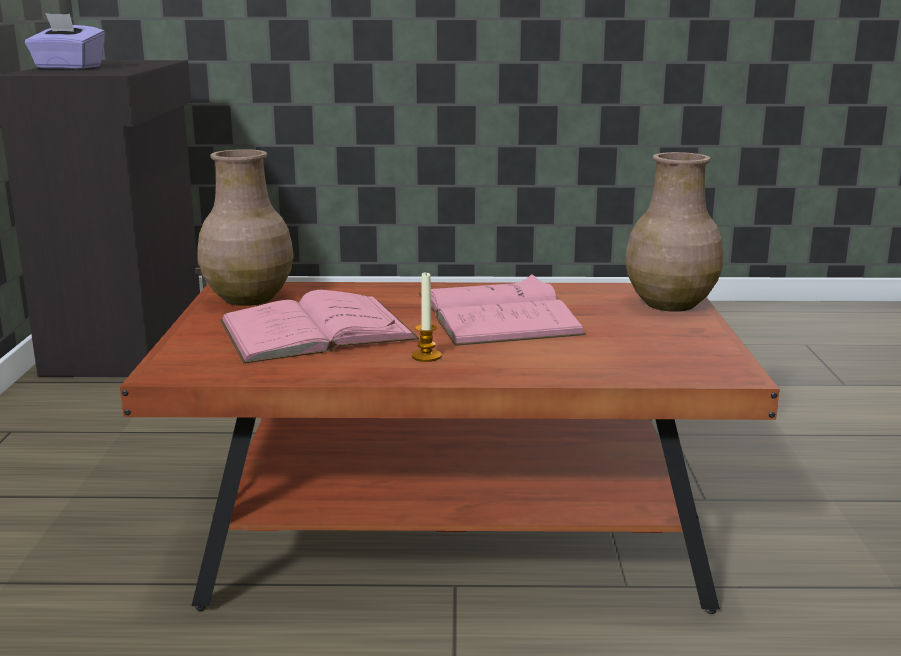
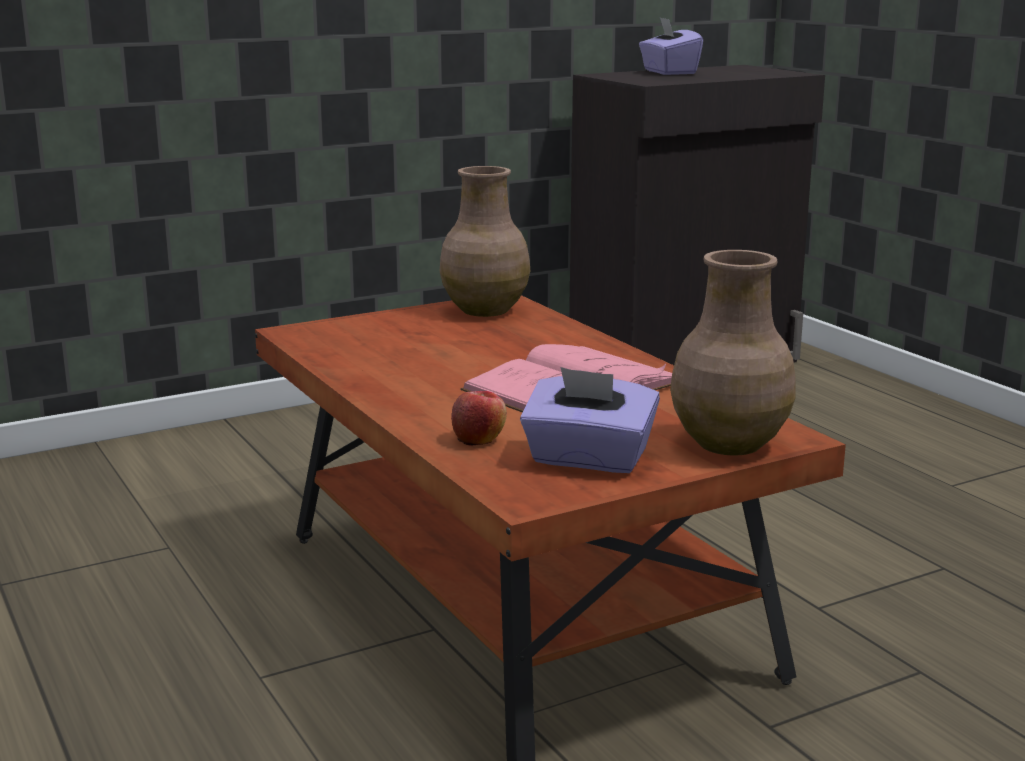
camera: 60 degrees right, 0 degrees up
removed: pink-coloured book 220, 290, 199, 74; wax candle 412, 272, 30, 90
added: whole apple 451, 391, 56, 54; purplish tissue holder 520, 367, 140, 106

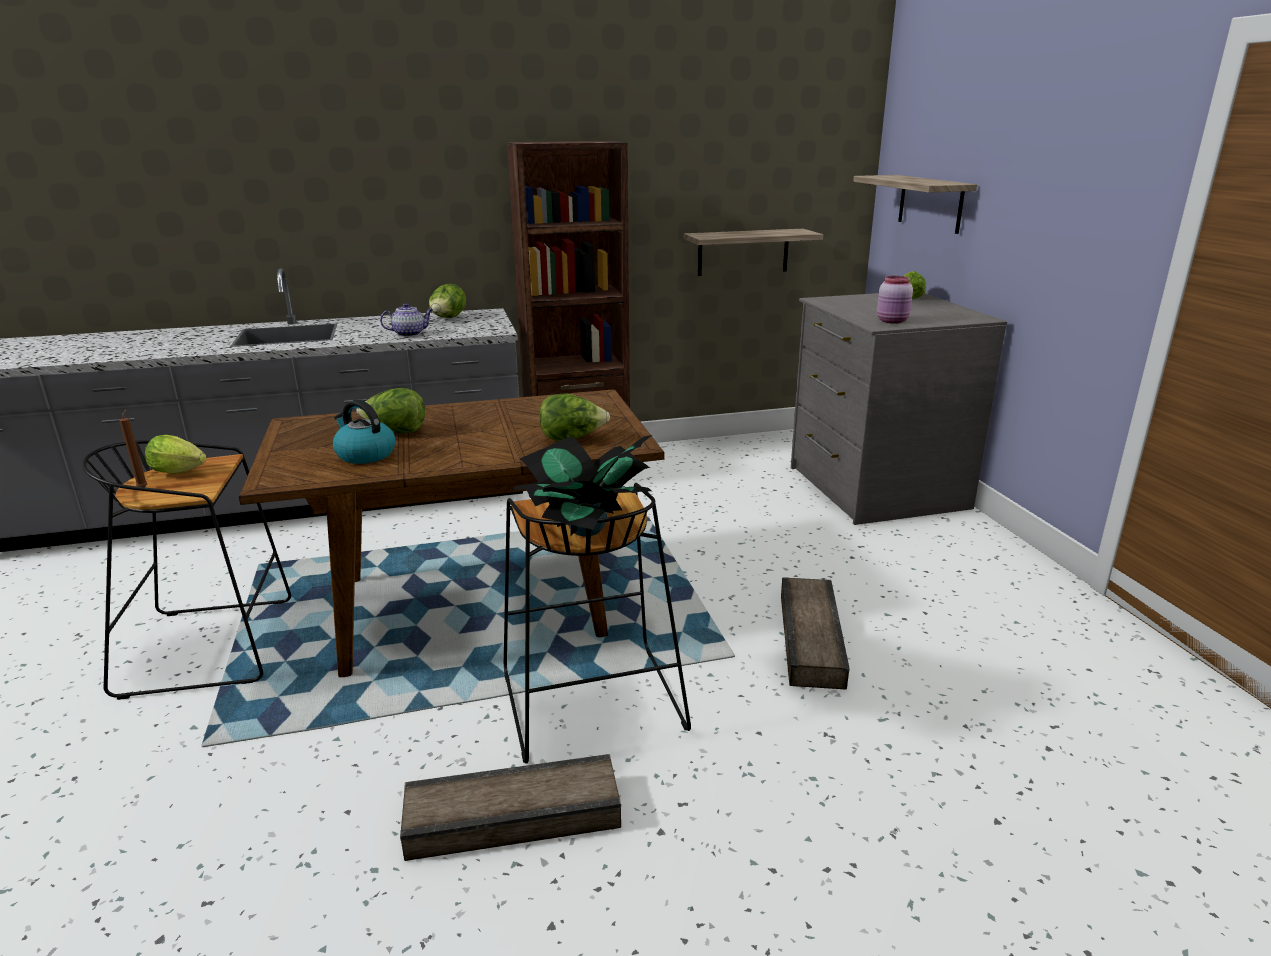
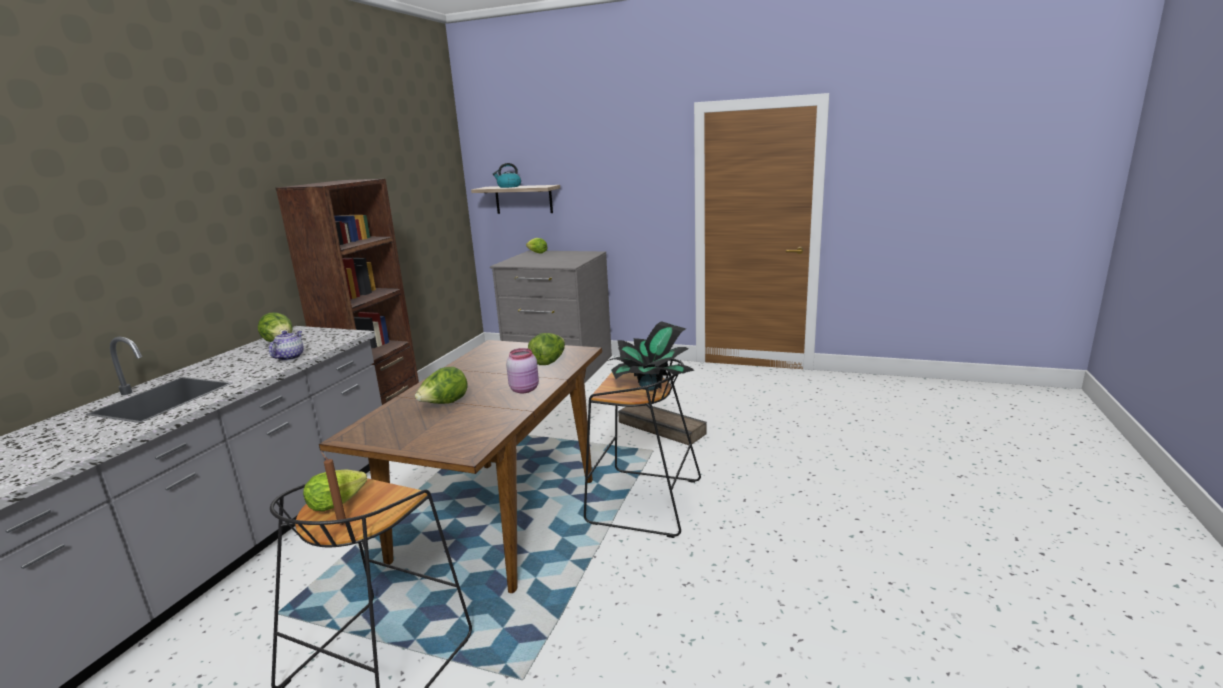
camera: 55 degrees left, 5 degrees down
removed: shipping crate 400, 754, 221, 107; shelf 684, 229, 139, 47
moved: water kettle 333, 400, 62, 64 to 493, 163, 28, 25; pink-coloured jar 877, 276, 36, 48 to 506, 348, 33, 45

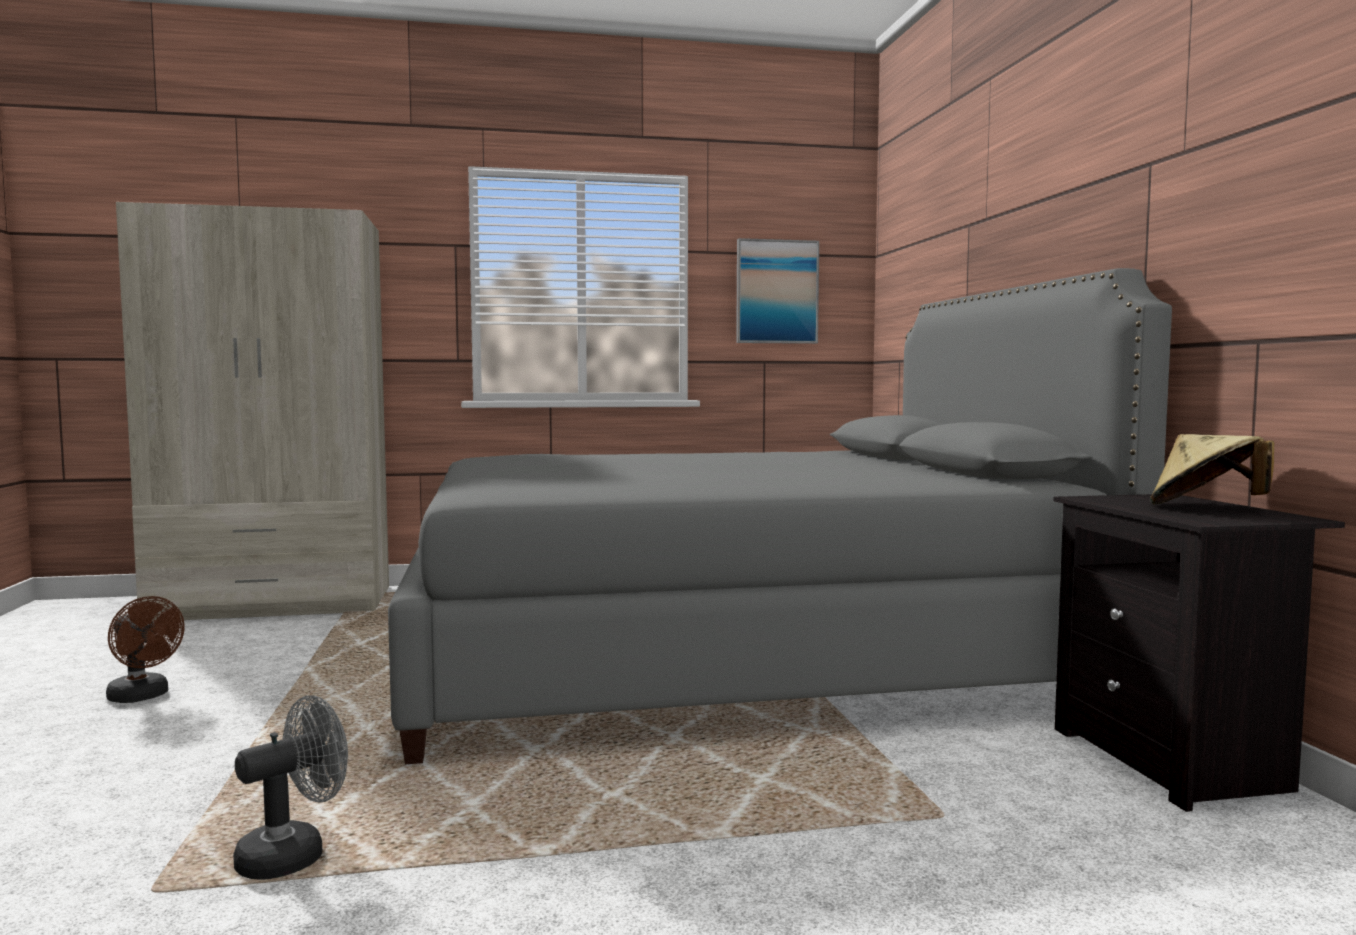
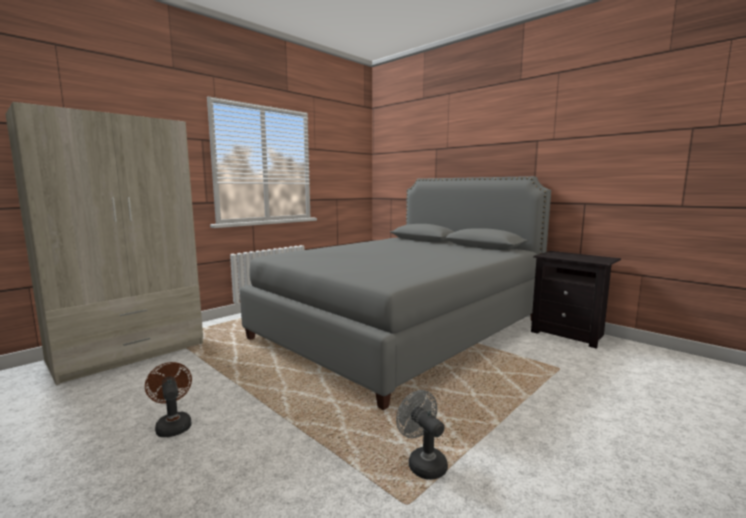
camera: 35 degrees left, 5 degrees up
removed: wall art 736, 238, 83, 106; sand-coloured wearable hat 1150, 434, 124, 71
turned: brown-coloured fan 106, 596, 79, 107 = 145, 362, 47, 75 120 degrees counterclockwise; grey fan 233, 695, 115, 184 = 396, 390, 52, 90 45 degrees counterclockwise

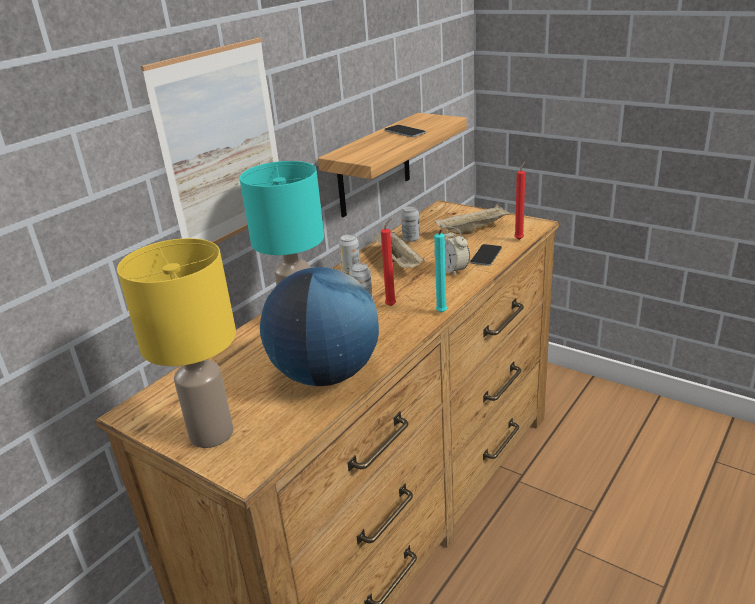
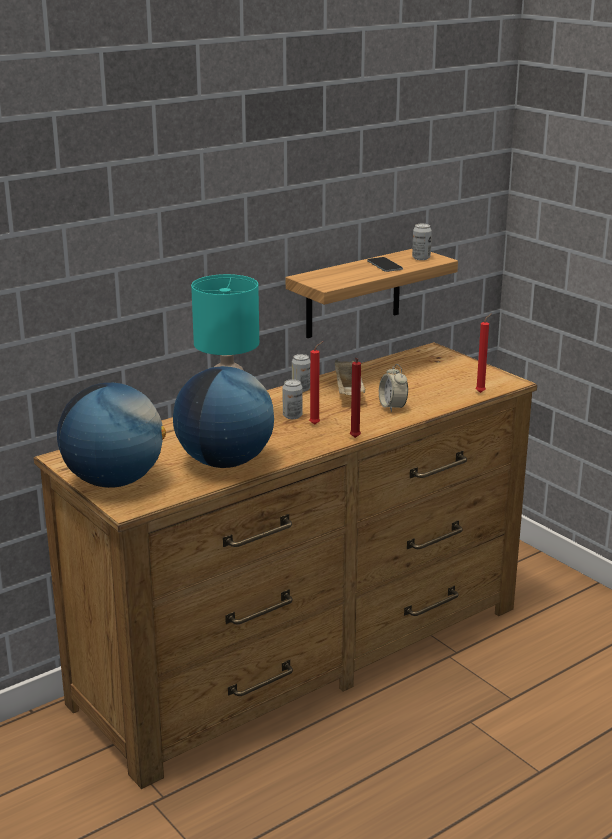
camera: 15 degrees right, 5 degrees down
removed: wall art 141, 37, 138, 207; sand-coloured serving tray 435, 204, 78, 30; phone 470, 244, 32, 22
moved: sealed can 401, 206, 19, 36 to 412, 224, 20, 36
replaced: yellow lamp for a table 117, 238, 119, 210 to world globe 57, 383, 109, 105
recoloured: turquoise-coloured wax candle 434, 230, 13, 83 to red-coloured wax candle 350, 358, 11, 80

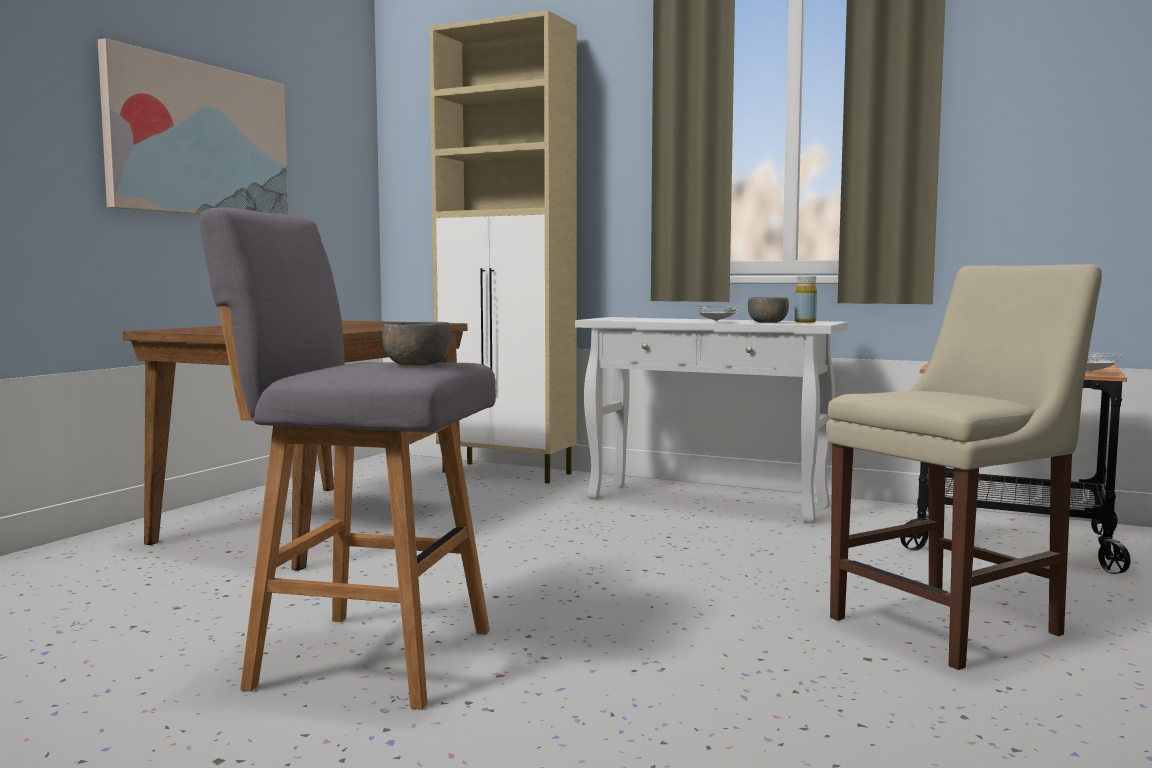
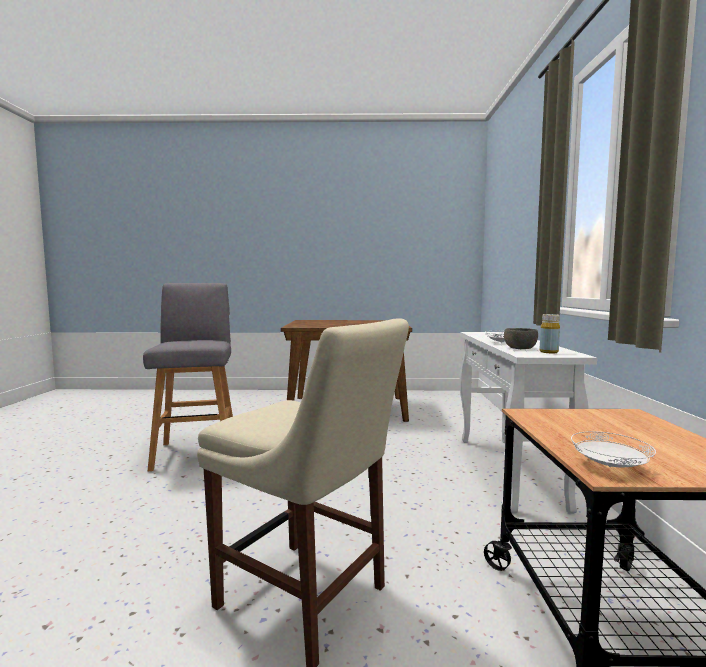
camera: 65 degrees right, 0 degrees up
removed: wall art 98, 38, 190, 177; grey serving bowl 382, 322, 69, 44; sand-coloured storage cabinet 429, 10, 148, 474

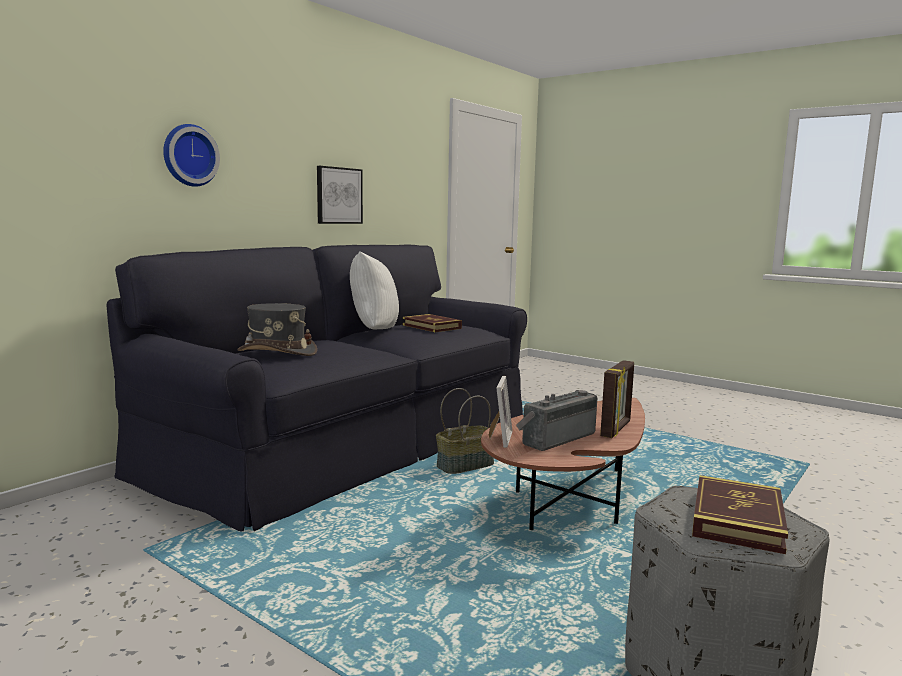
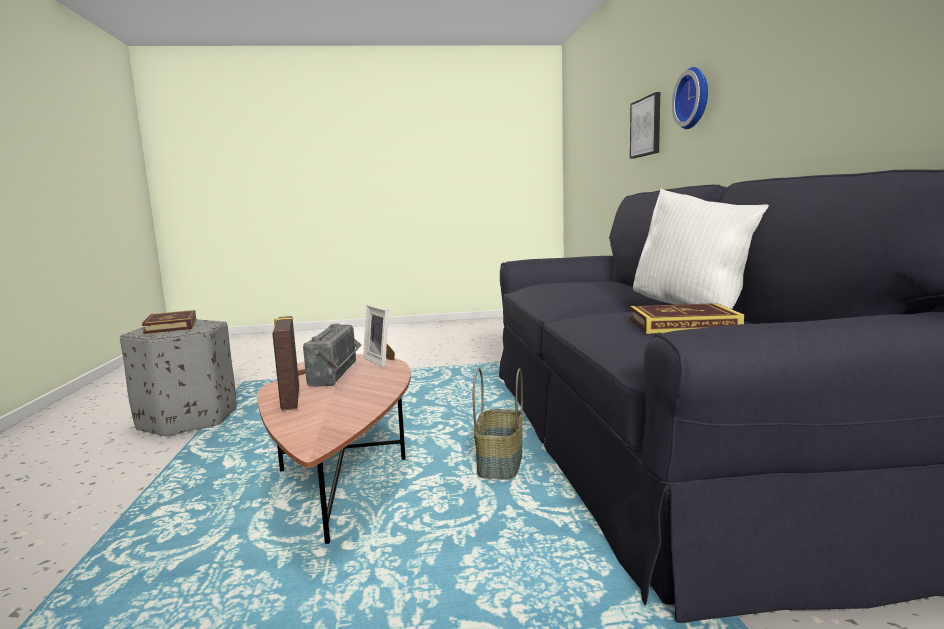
camera: 135 degrees right, 0 degrees up
removed: grey wearable hat 237, 303, 80, 53
moved: wall art 317, 166, 46, 58 to 630, 92, 30, 67

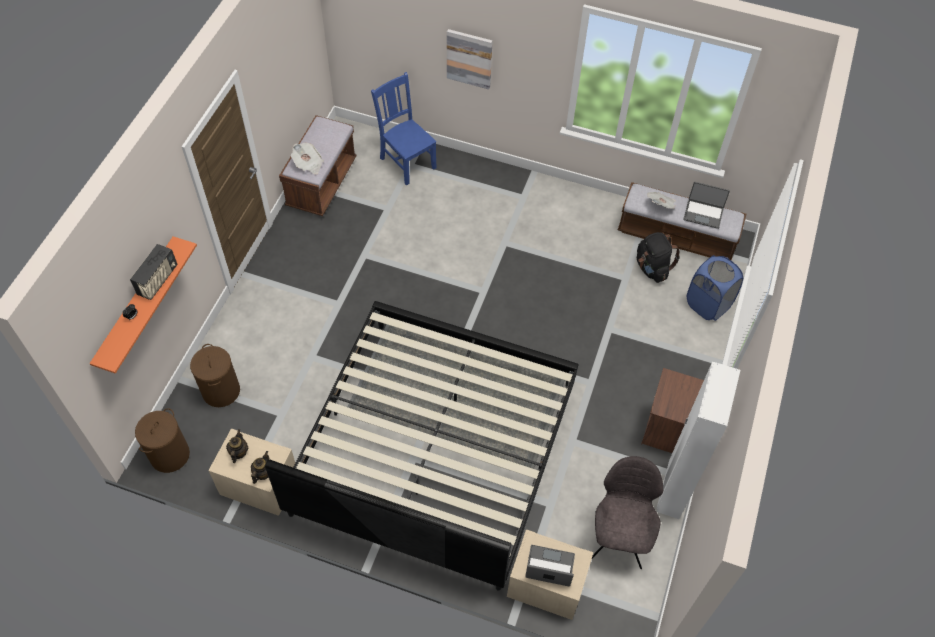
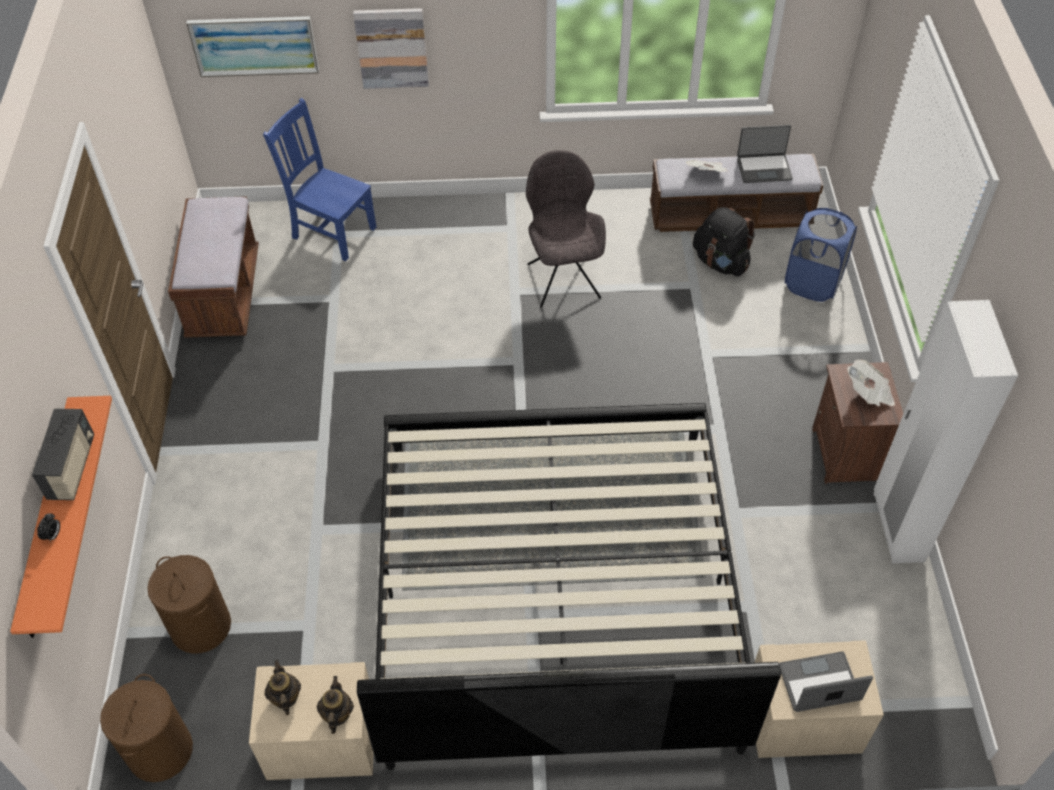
camera: 20 degrees left, 5 degrees down
added: wall art 186, 16, 133, 61
moved: grey upright chair 592, 456, 71, 113 to 526, 150, 80, 158; daily paper 291, 143, 33, 32 to 847, 360, 48, 46

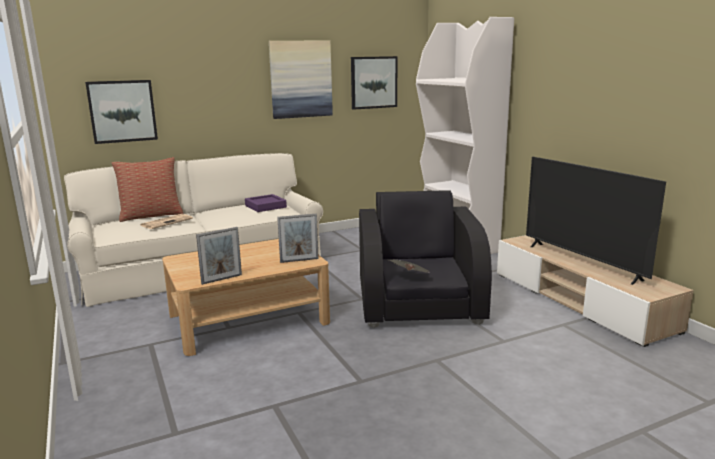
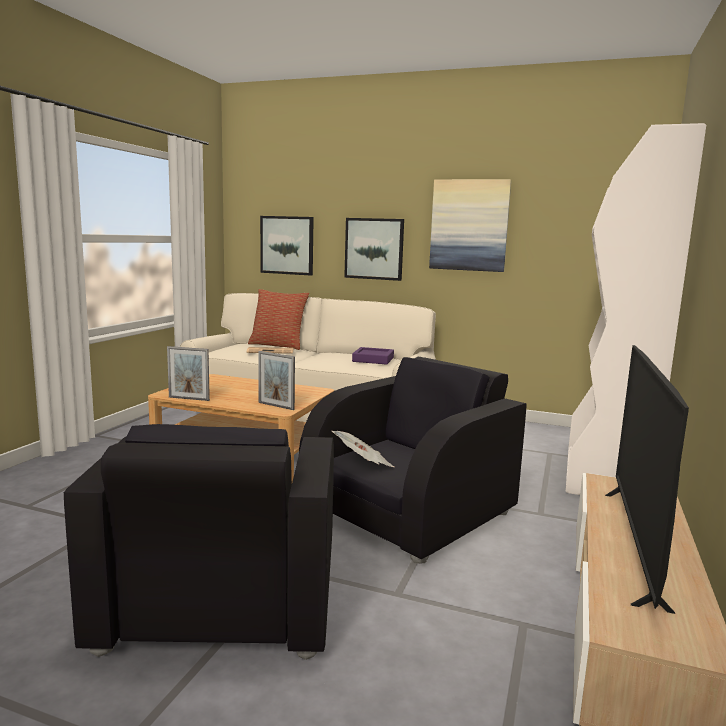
camera: 45 degrees right, 5 degrees down
added: blackish easy chair 64, 424, 270, 236
moved: wall art 351, 56, 46, 54 to 344, 218, 60, 63

